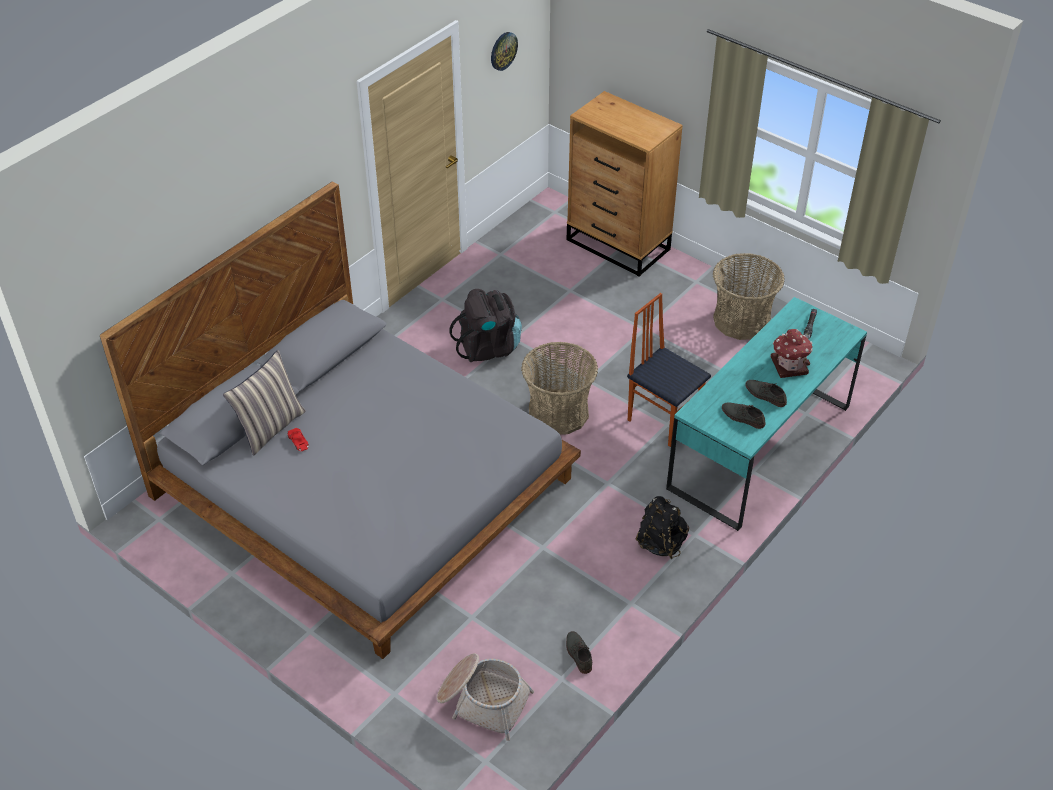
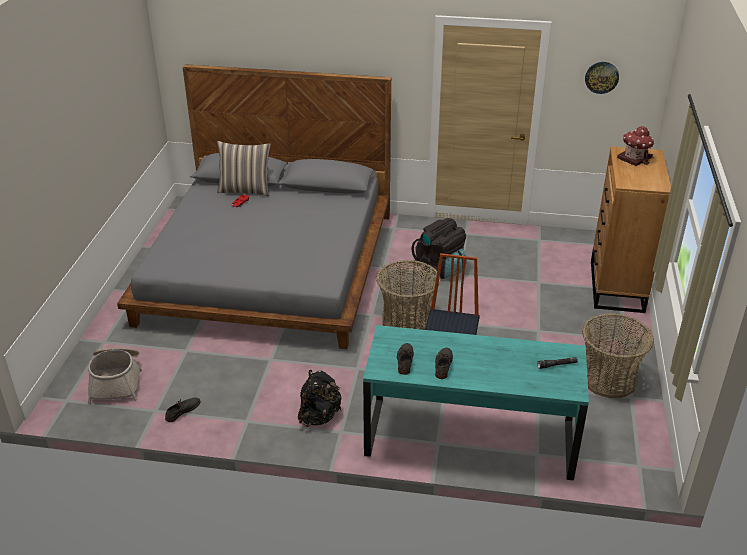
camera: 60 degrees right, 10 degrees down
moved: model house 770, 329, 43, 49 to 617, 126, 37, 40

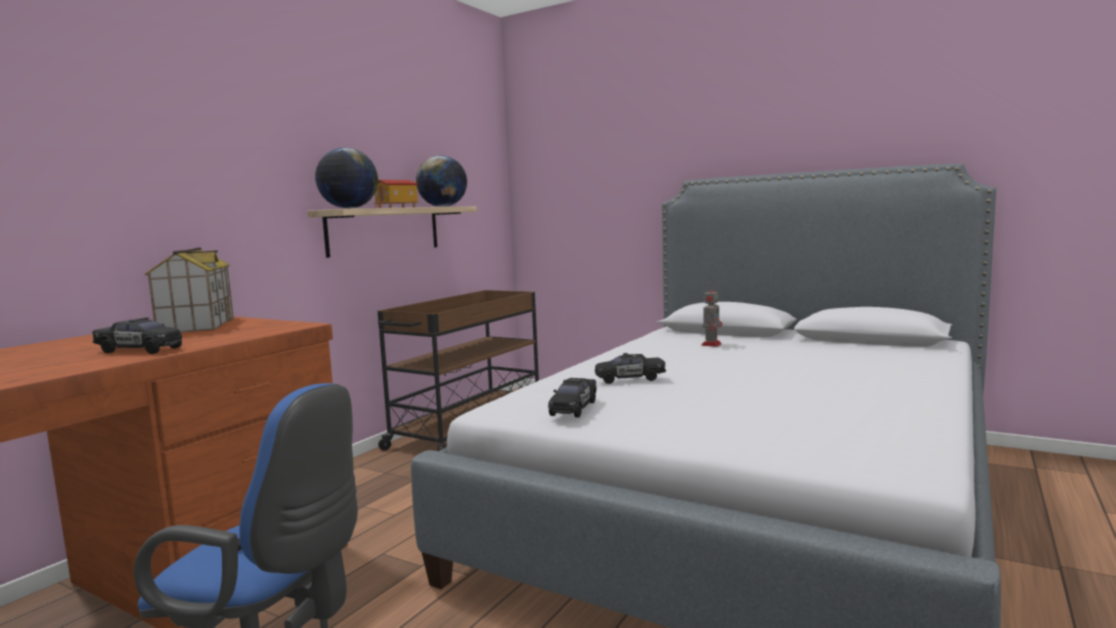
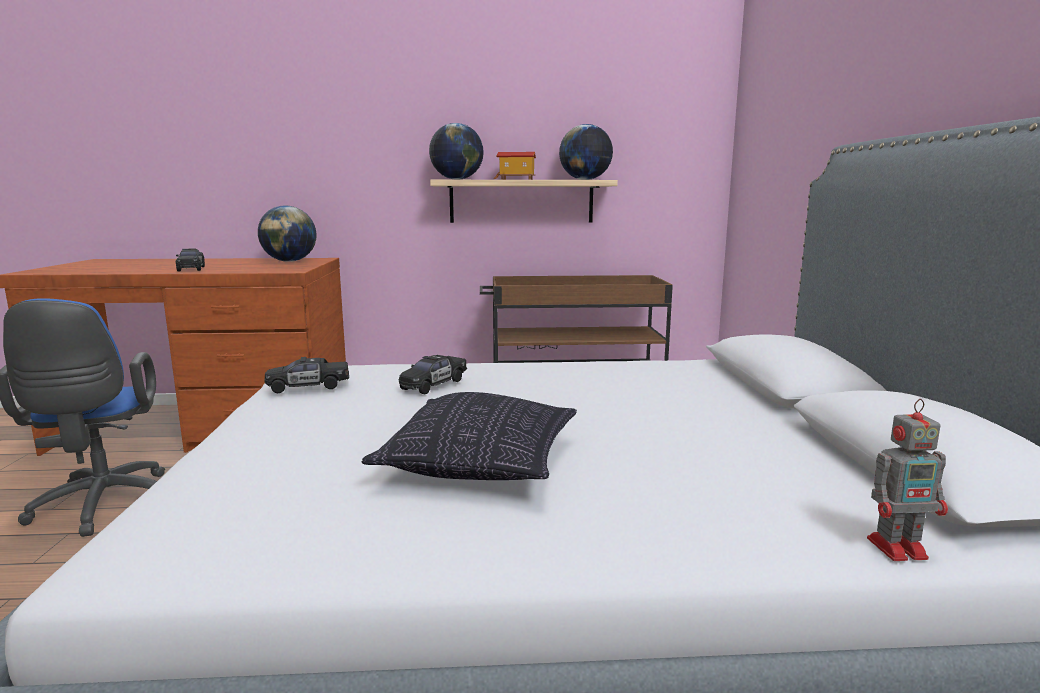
camera: 55 degrees right, 5 degrees up
added: throw pillow 362, 392, 215, 88
moved: toy robot 701, 285, 21, 62 to 867, 399, 81, 162
replaced: model house 145, 247, 89, 85 to world globe 258, 205, 58, 57
turned: blackish model car 595, 353, 71, 31 = 399, 355, 68, 39 105 degrees counterclockwise

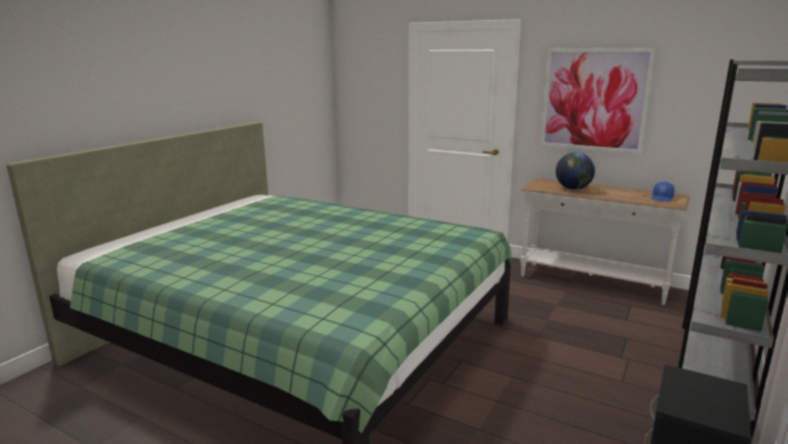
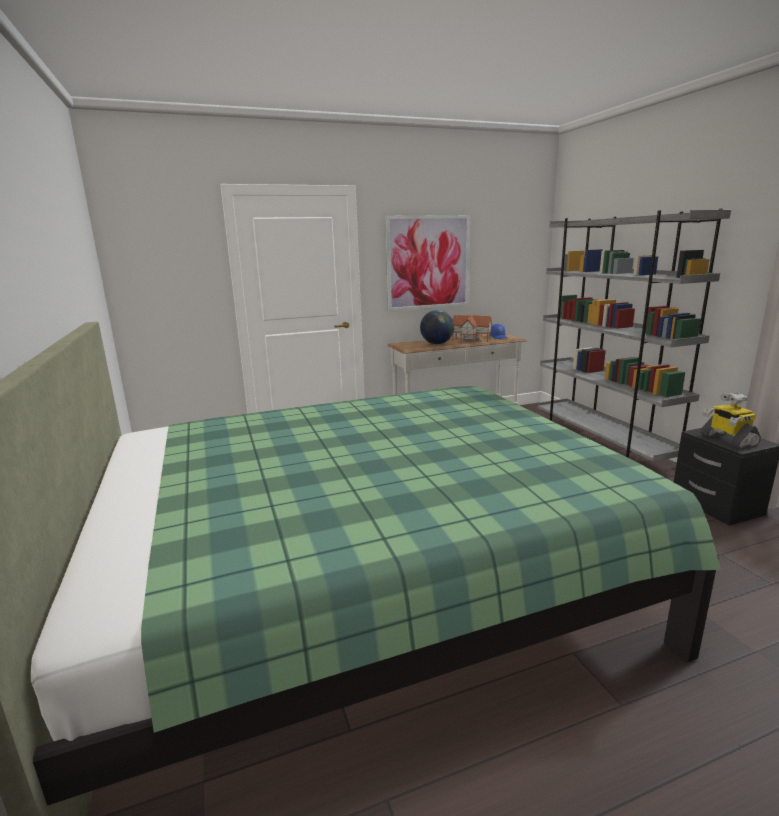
camera: 50 degrees left, 0 degrees up
added: model house 452, 314, 40, 30; toy robot 701, 393, 60, 56

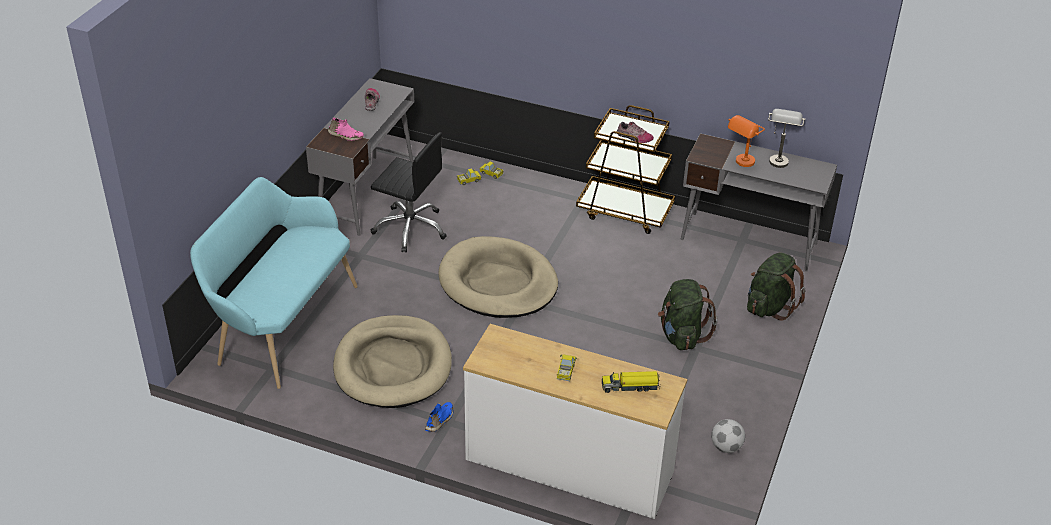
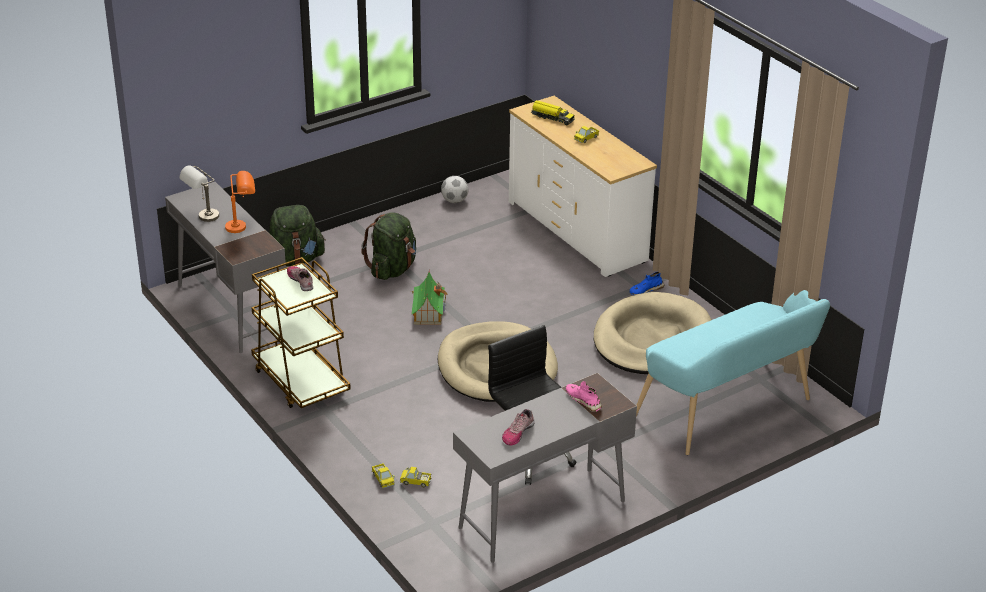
camera: 145 degrees left, 5 degrees down
added: model house 411, 272, 36, 53

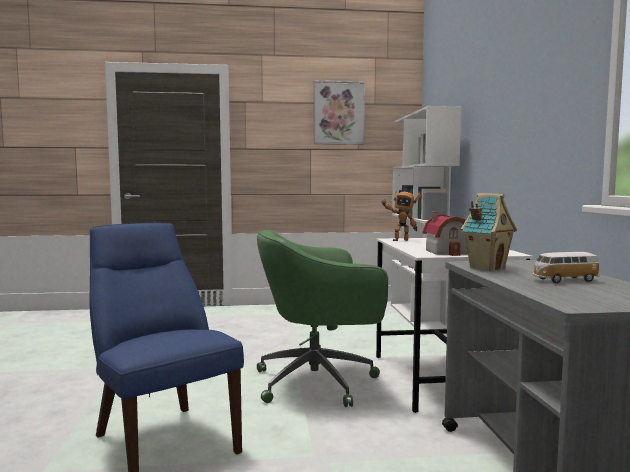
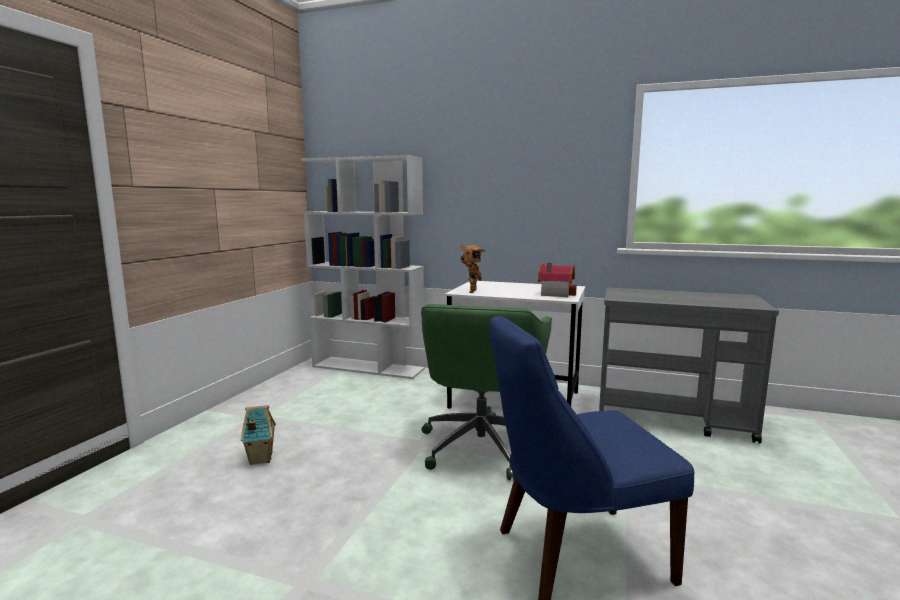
camera: 65 degrees left, 5 degrees up
removed: wall art 314, 81, 51, 64; model car 533, 252, 67, 31
moved: model house 461, 193, 56, 78 to 241, 405, 35, 60

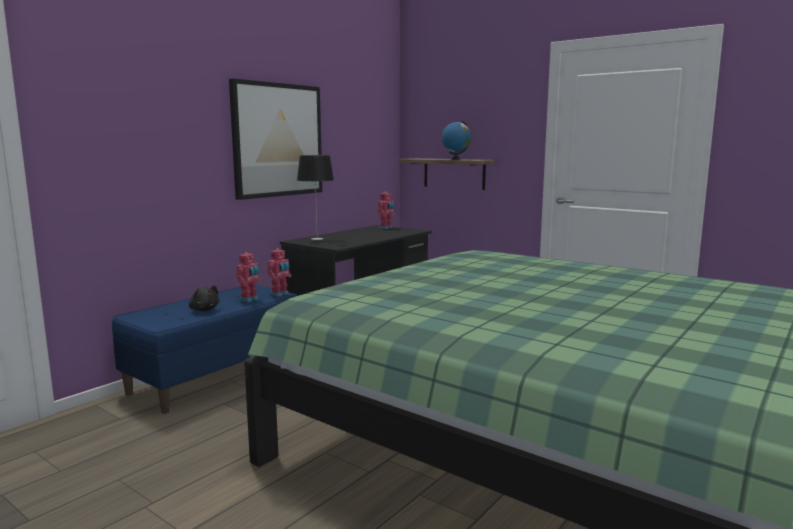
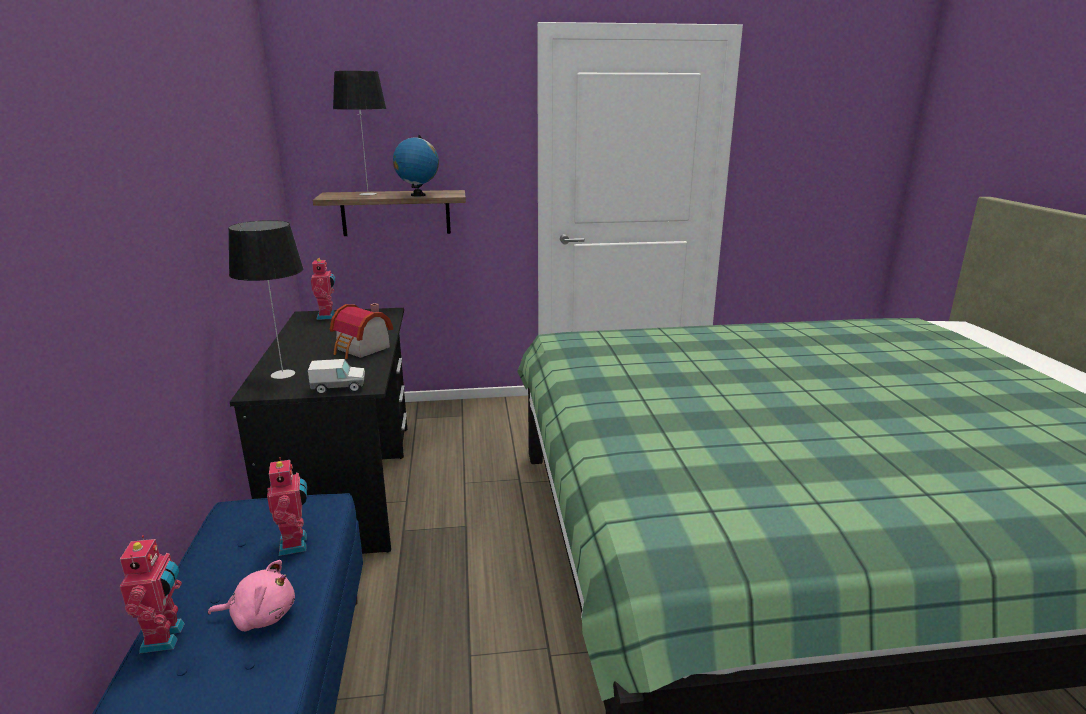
camera: 45 degrees left, 10 degrees up
removed: wall art 229, 78, 93, 122
added: model truck 308, 359, 57, 35; model house 330, 303, 63, 56; lamp for a table 333, 71, 53, 124
moved: toy robot 267, 248, 25, 49 to 120, 535, 65, 119
recoloured: blackish cuddly toy 189, 286, 31, 25 to pink-coloured cuddly toy 208, 560, 87, 71

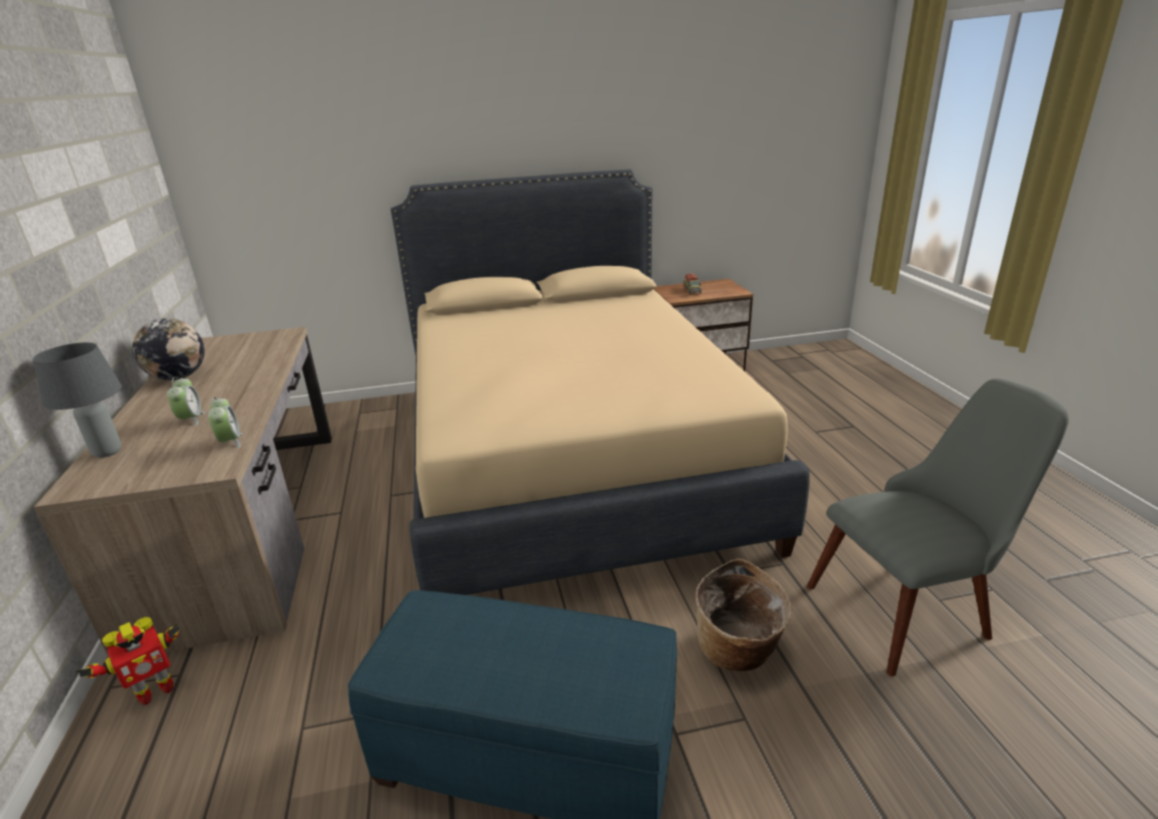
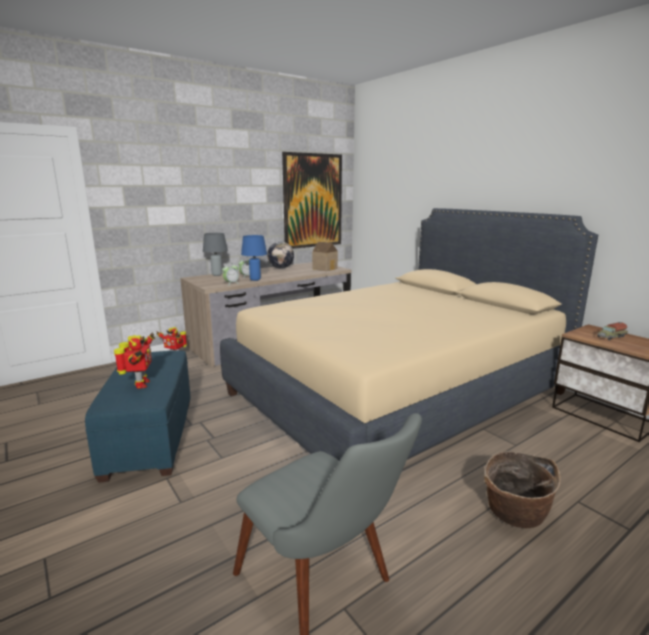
camera: 65 degrees right, 10 degrees down
added: toy robot 114, 332, 41, 57; blue lamp for a table 241, 235, 26, 46; wall art 282, 152, 60, 97; model house 312, 241, 26, 30
moved: storage basket 696, 559, 96, 113 to 484, 451, 77, 77

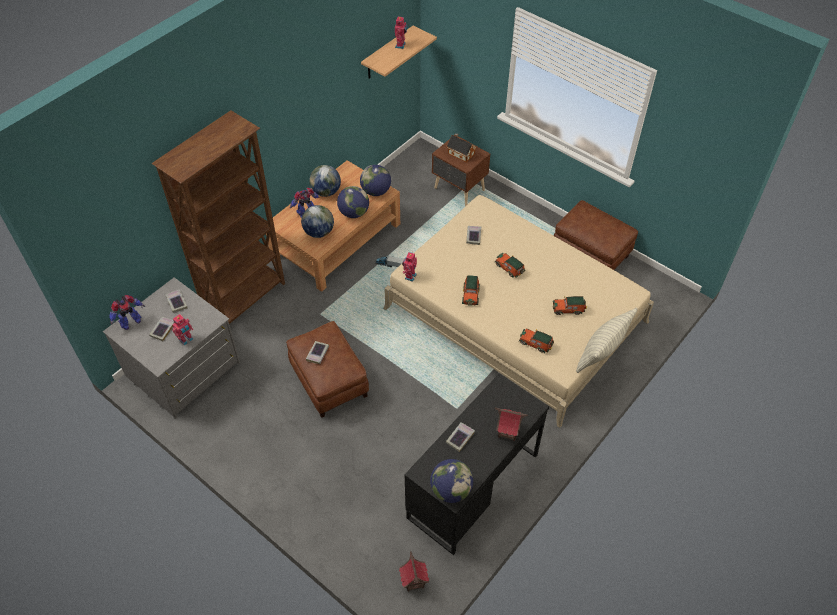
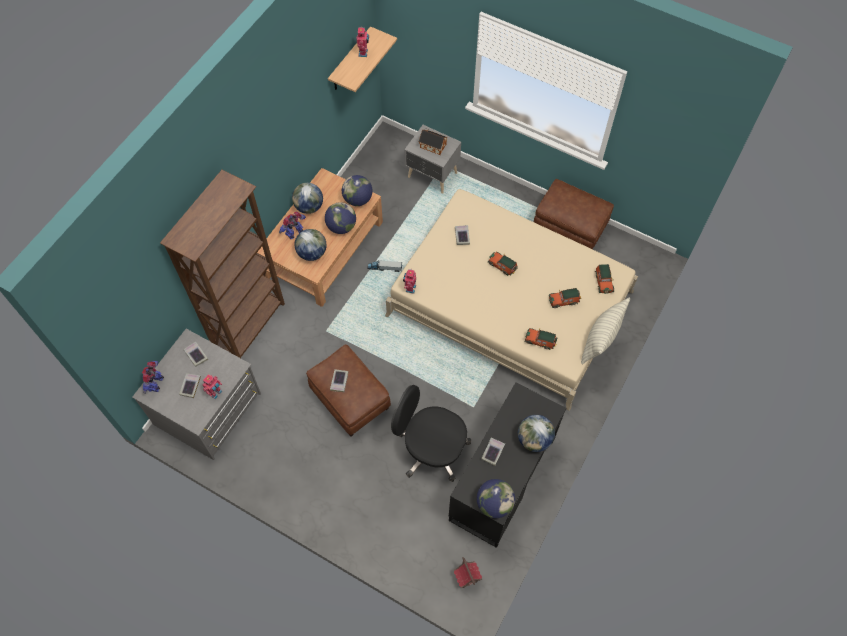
camera: 10 degrees left, 10 degrees up
added: blackish desk chair 391, 385, 80, 97
moved: model car 462, 275, 18, 31 to 595, 264, 19, 30
replaced: model house 495, 408, 33, 33 to world globe 518, 415, 37, 37
recoloured: brown-coloured nightstand 432, 135, 58, 71 to grey nightstand 405, 125, 56, 69
turned: toy robot 110, 295, 35, 35 = 142, 361, 22, 33 150 degrees clockwise

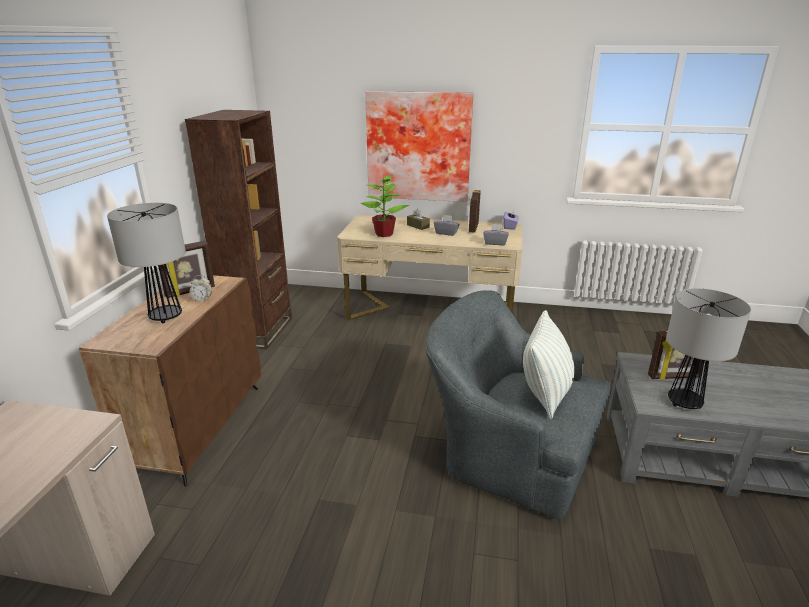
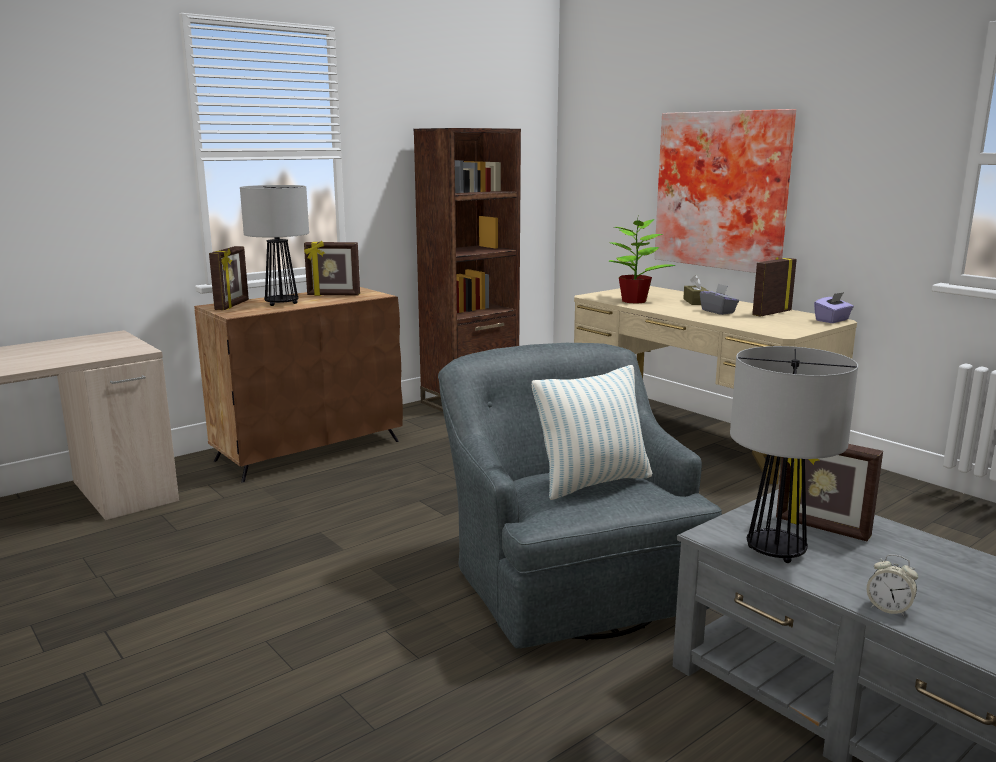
camera: 40 degrees right, 10 degrees down
removed: grey tissue holder 483, 224, 26, 21
added: photo frame 209, 246, 40, 64
moved: table clock 190, 275, 22, 26 to 867, 554, 51, 63

